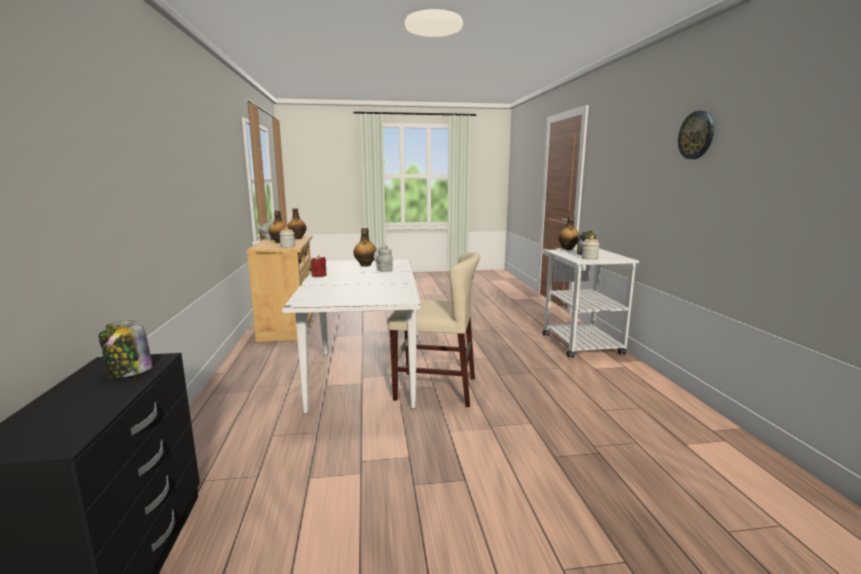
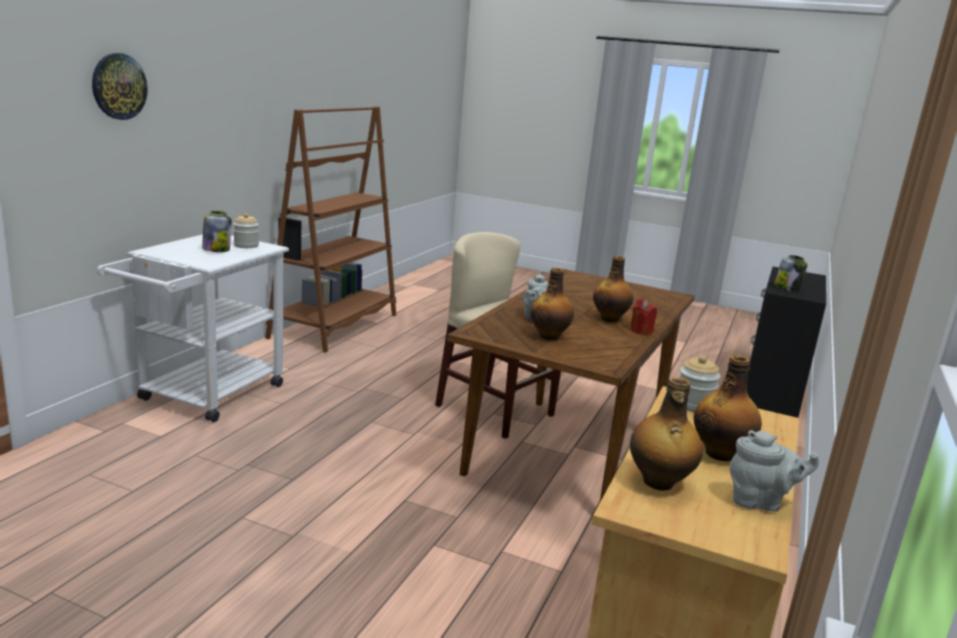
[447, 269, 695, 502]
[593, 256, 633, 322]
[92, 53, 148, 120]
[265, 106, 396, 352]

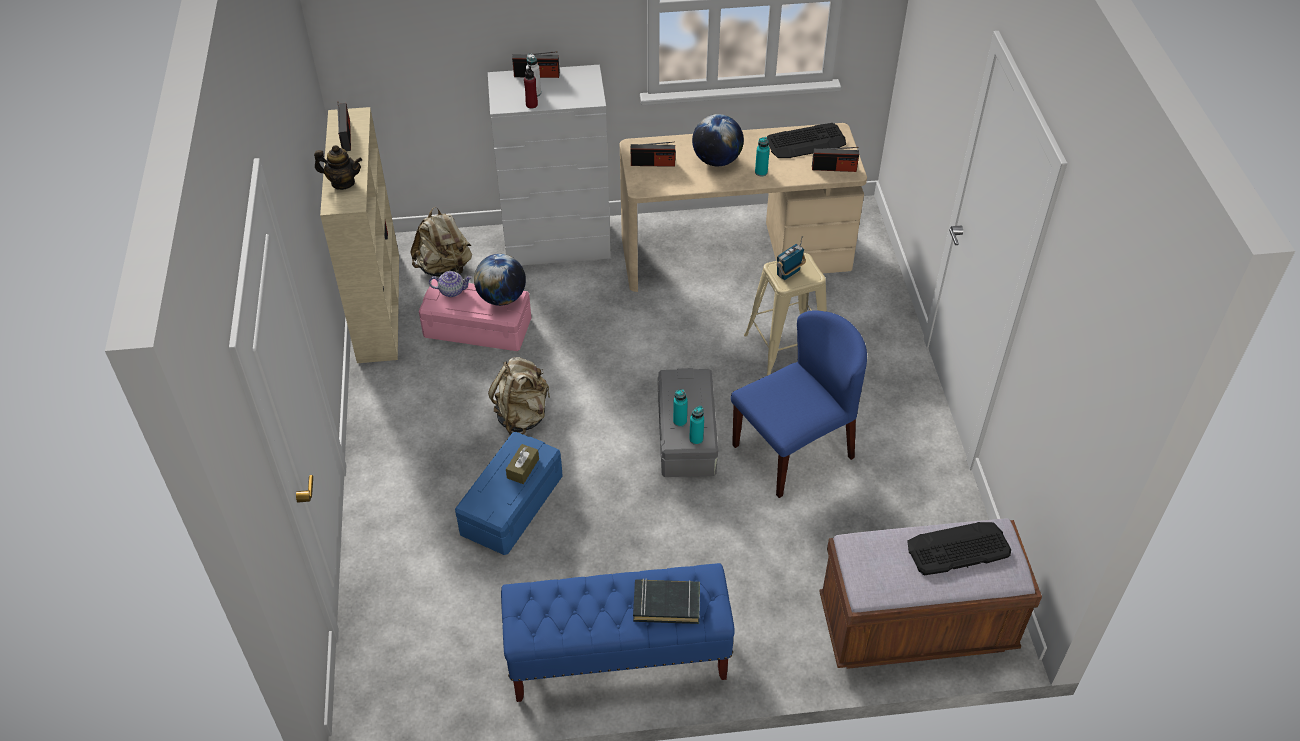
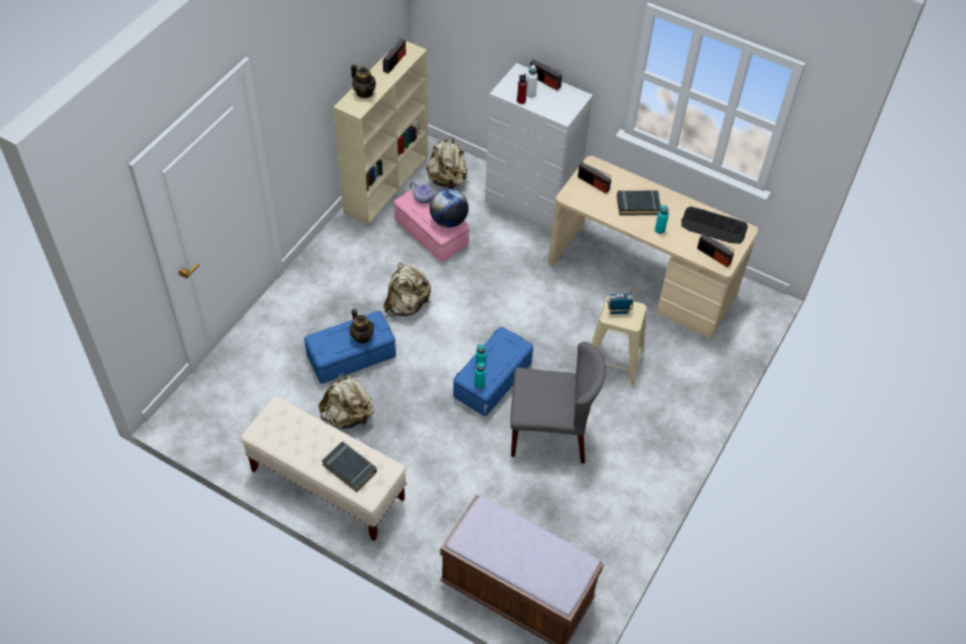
[241, 396, 406, 541]
[349, 309, 374, 343]
[453, 327, 533, 416]
[617, 190, 661, 215]
[510, 342, 606, 463]
[907, 522, 1011, 575] (first image)
[319, 373, 375, 429]

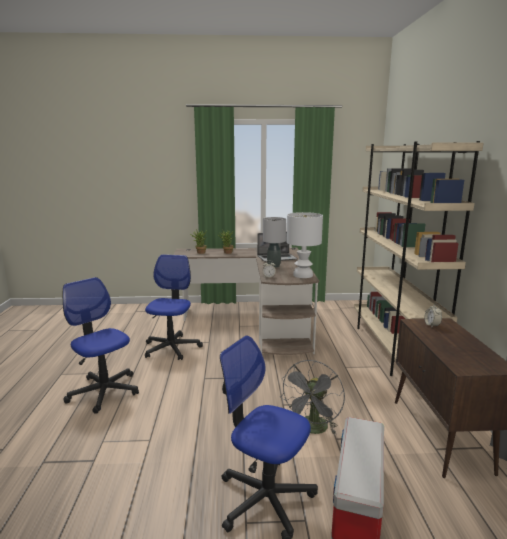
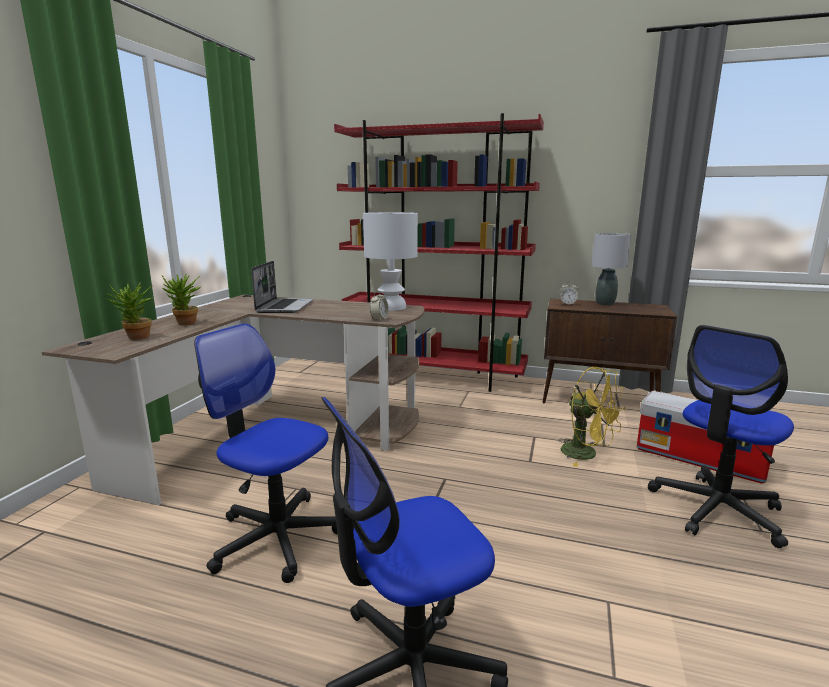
[592, 233, 631, 306]
[558, 367, 625, 467]
[334, 113, 544, 392]

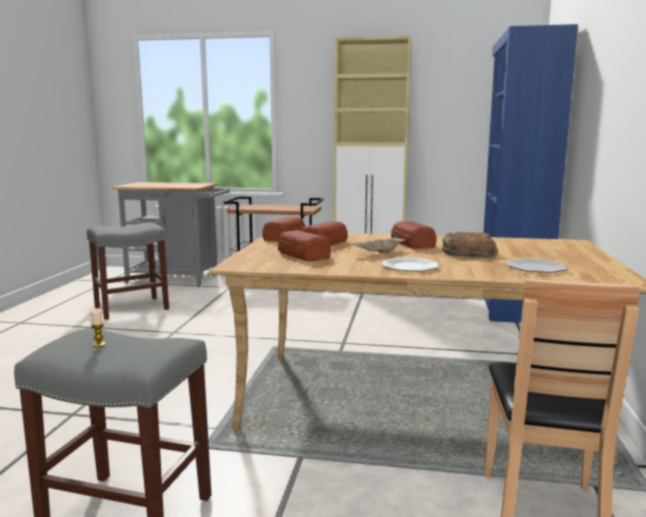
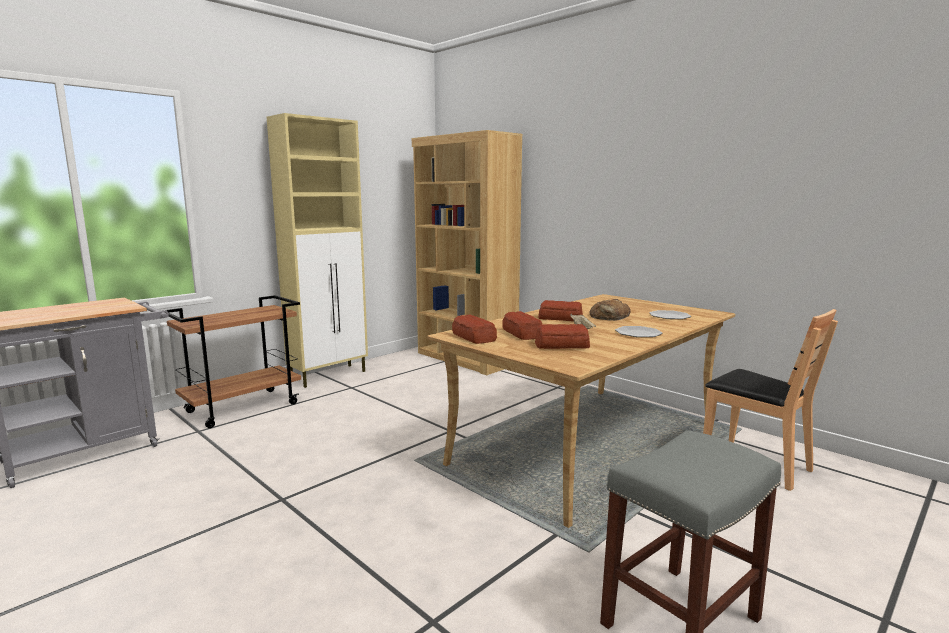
[87, 222, 169, 320] (first image)
[91, 309, 106, 347] (first image)
[412, 130, 522, 375]

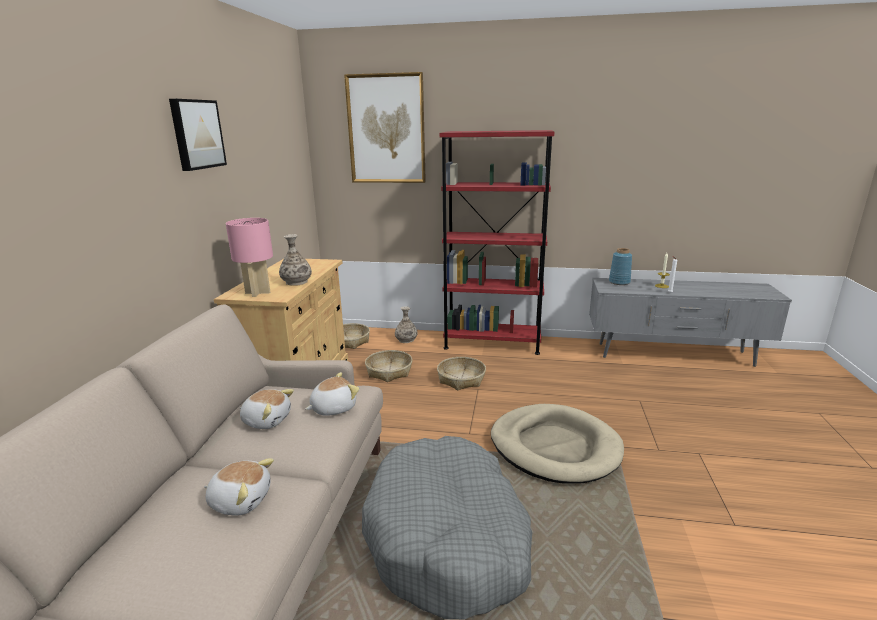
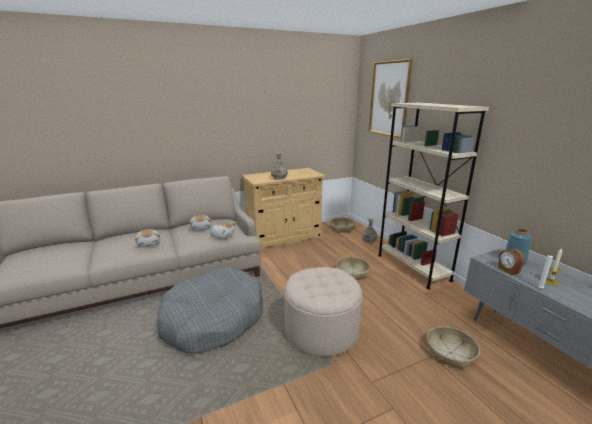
[169, 99, 227, 171] (first image)
[226, 218, 273, 297] (first image)
[427, 326, 480, 370]
[378, 103, 489, 290]
[284, 267, 362, 356]
[498, 248, 525, 275]

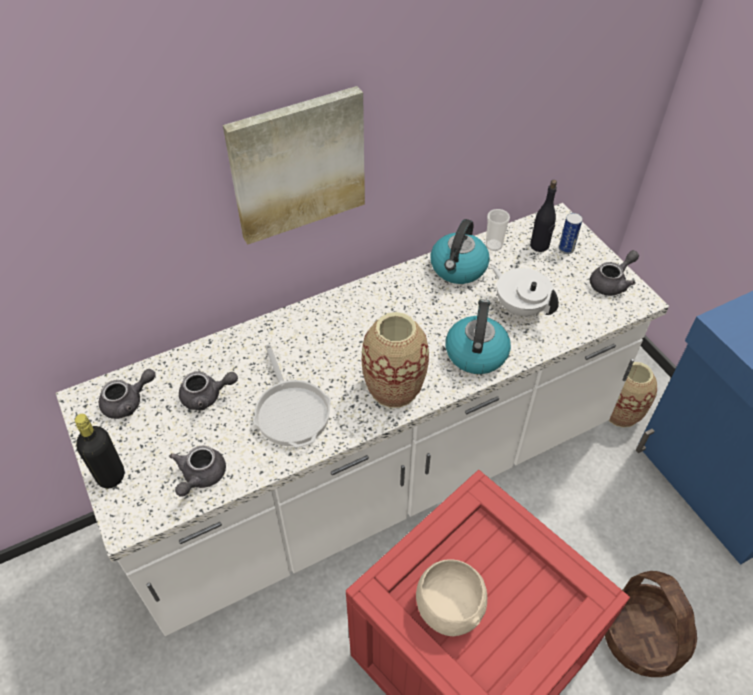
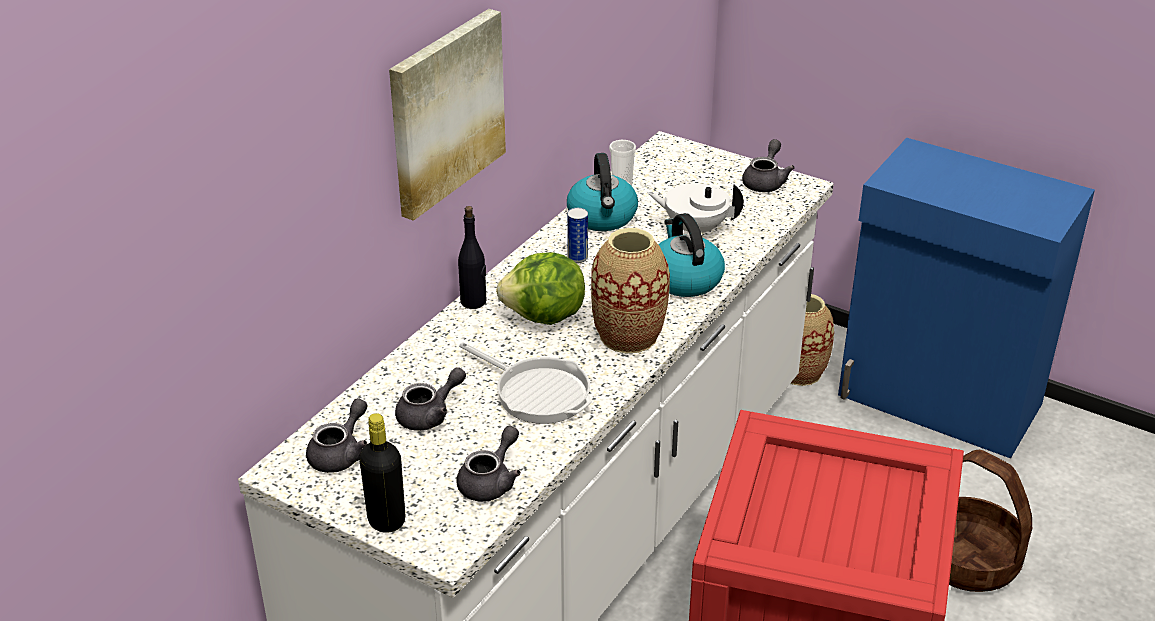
[456, 426, 521, 502]
[416, 559, 487, 636] (first image)
[458, 206, 486, 309]
[567, 208, 588, 263]
[496, 252, 585, 325]

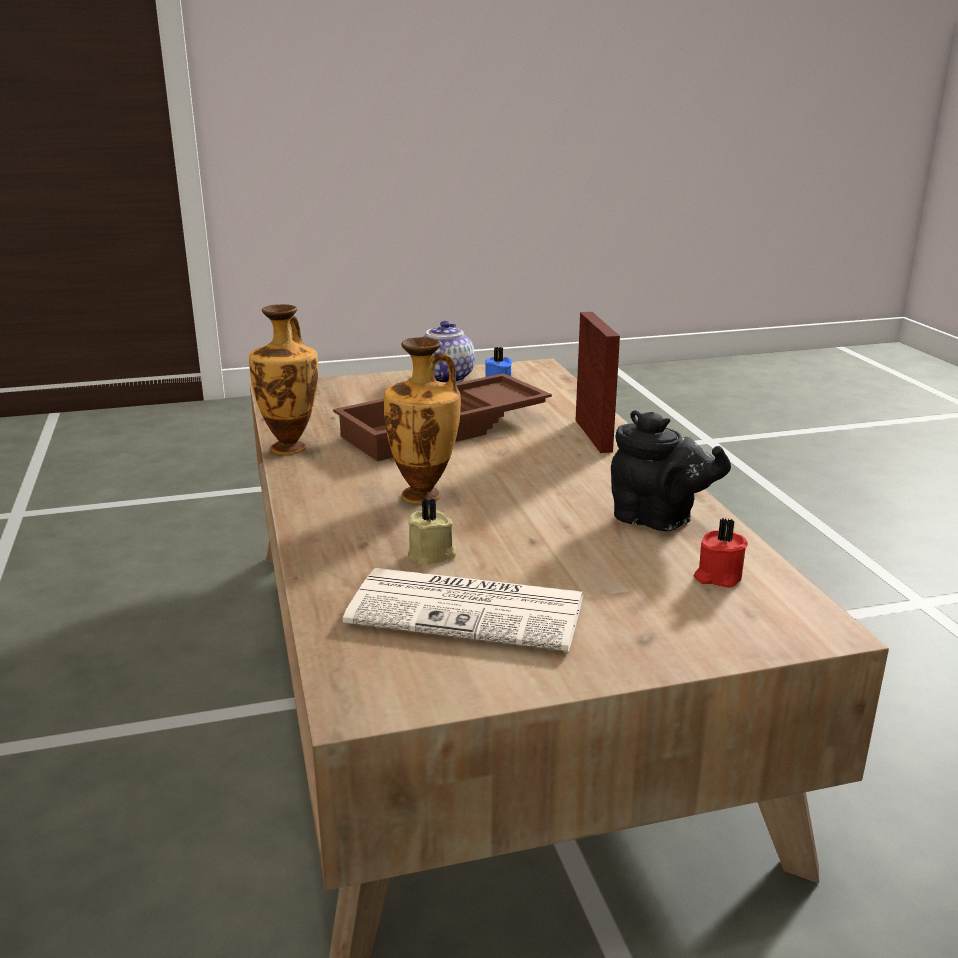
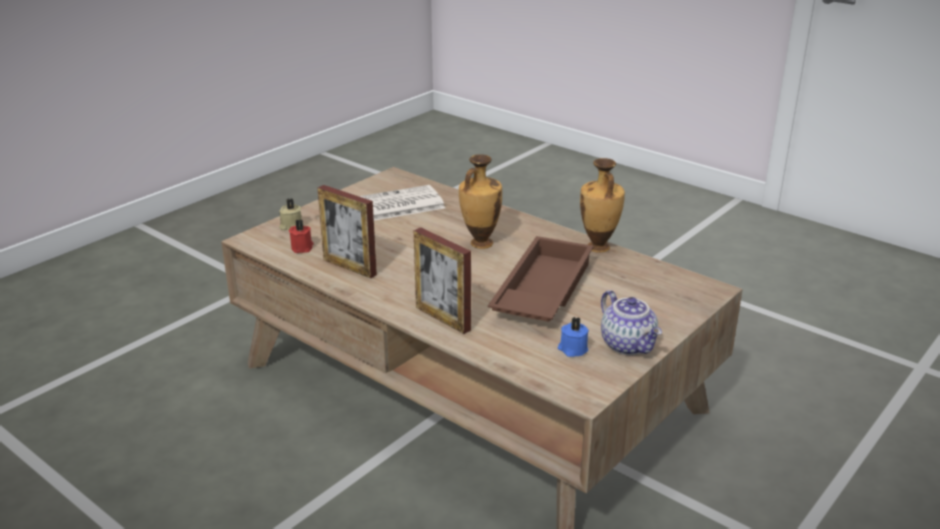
[279, 199, 302, 230]
[318, 185, 377, 278]

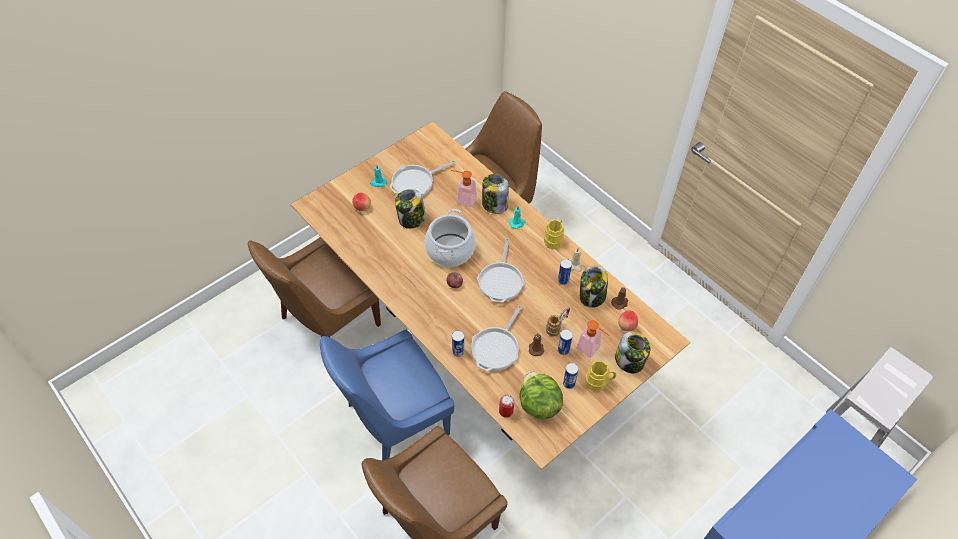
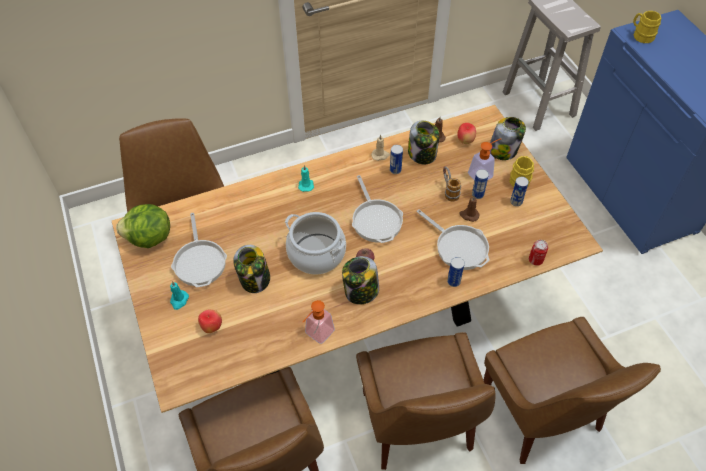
[356, 332, 496, 470]
[303, 300, 335, 344]
[352, 175, 403, 243]
[342, 256, 379, 304]
[116, 204, 170, 248]
[633, 11, 661, 43]

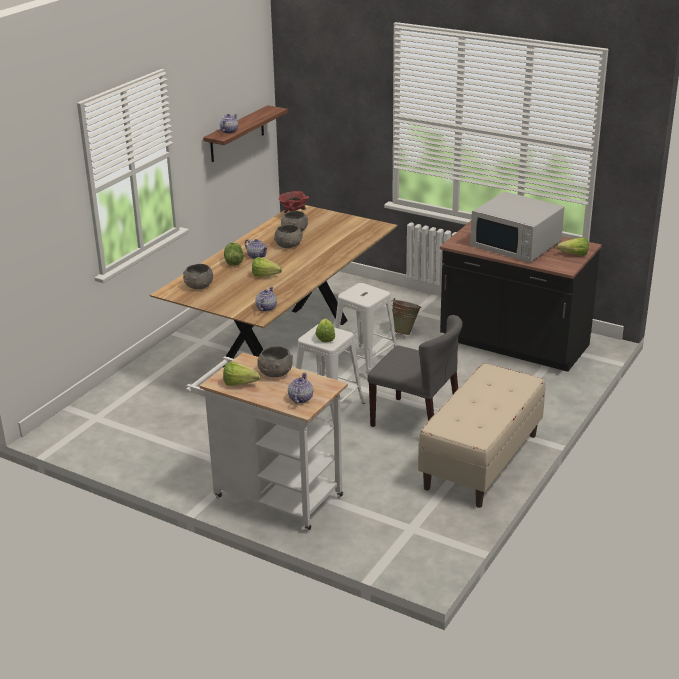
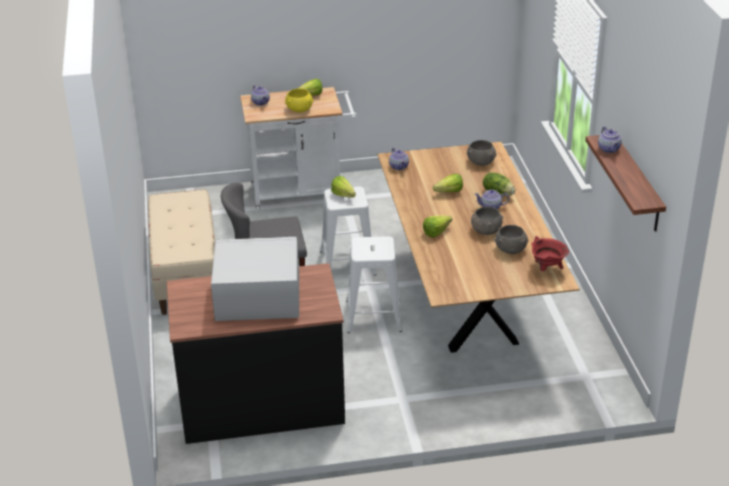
[285, 88, 314, 112]
[390, 298, 421, 335] (first image)
[423, 215, 452, 238]

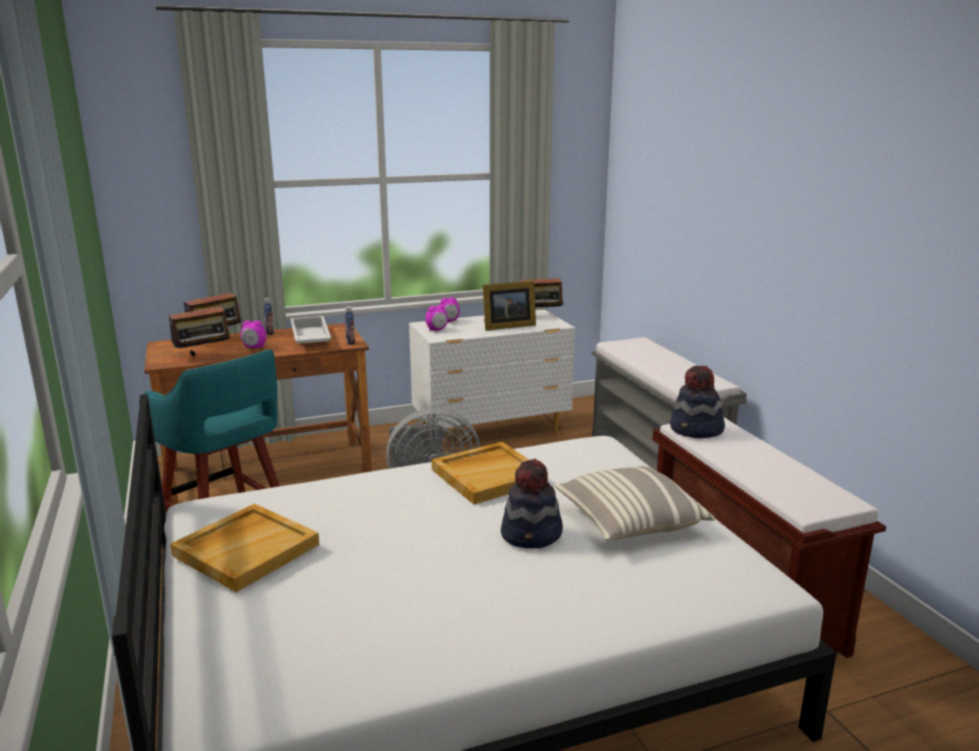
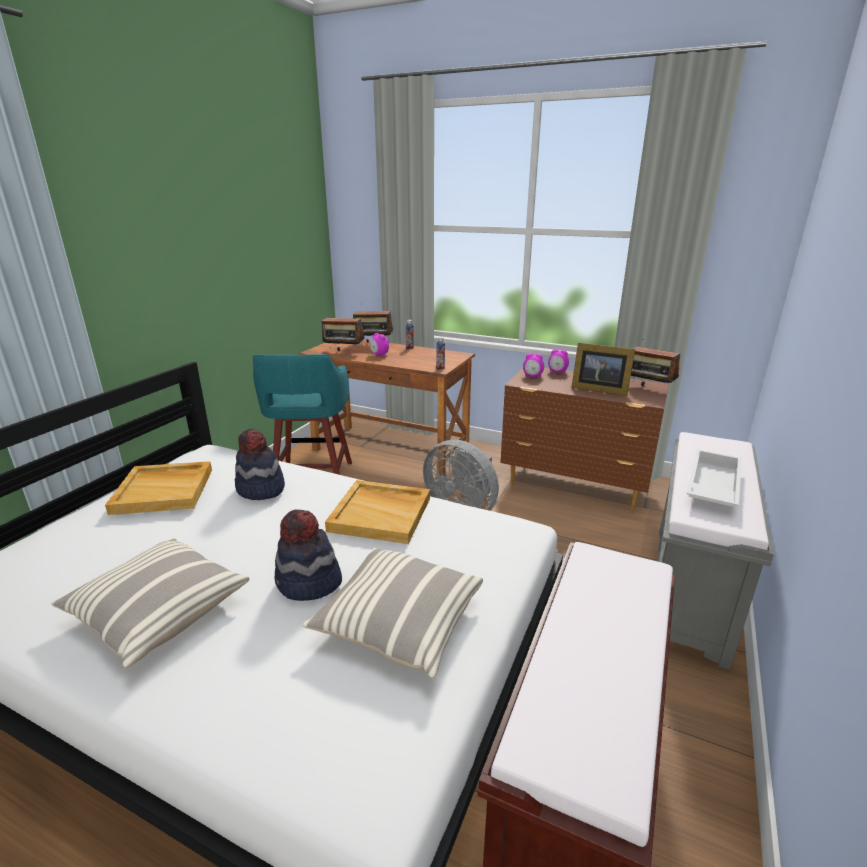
[687, 449, 742, 507]
[500, 368, 669, 512]
[235, 429, 285, 500]
[51, 537, 249, 668]

